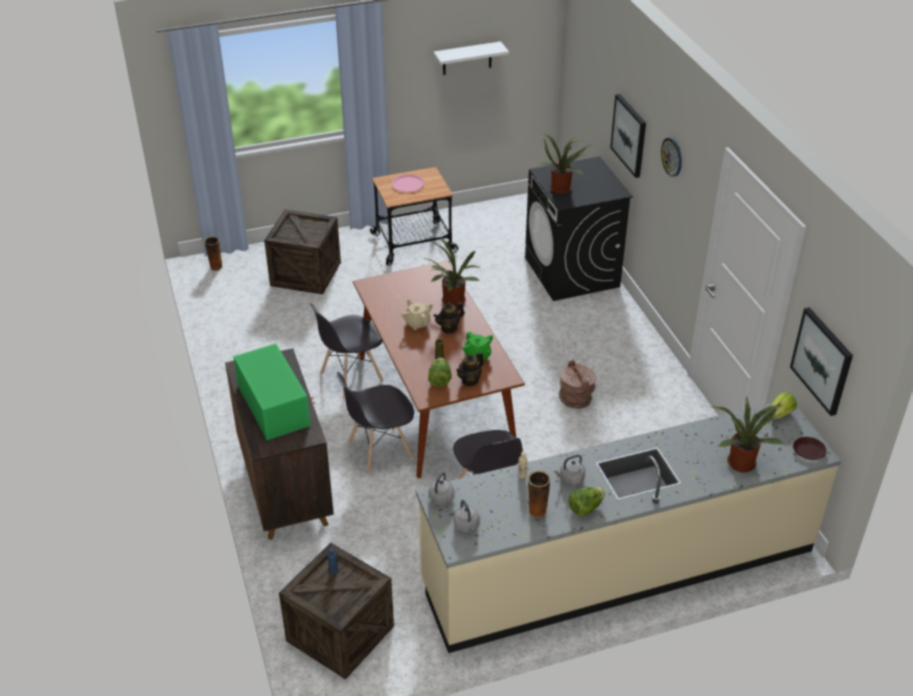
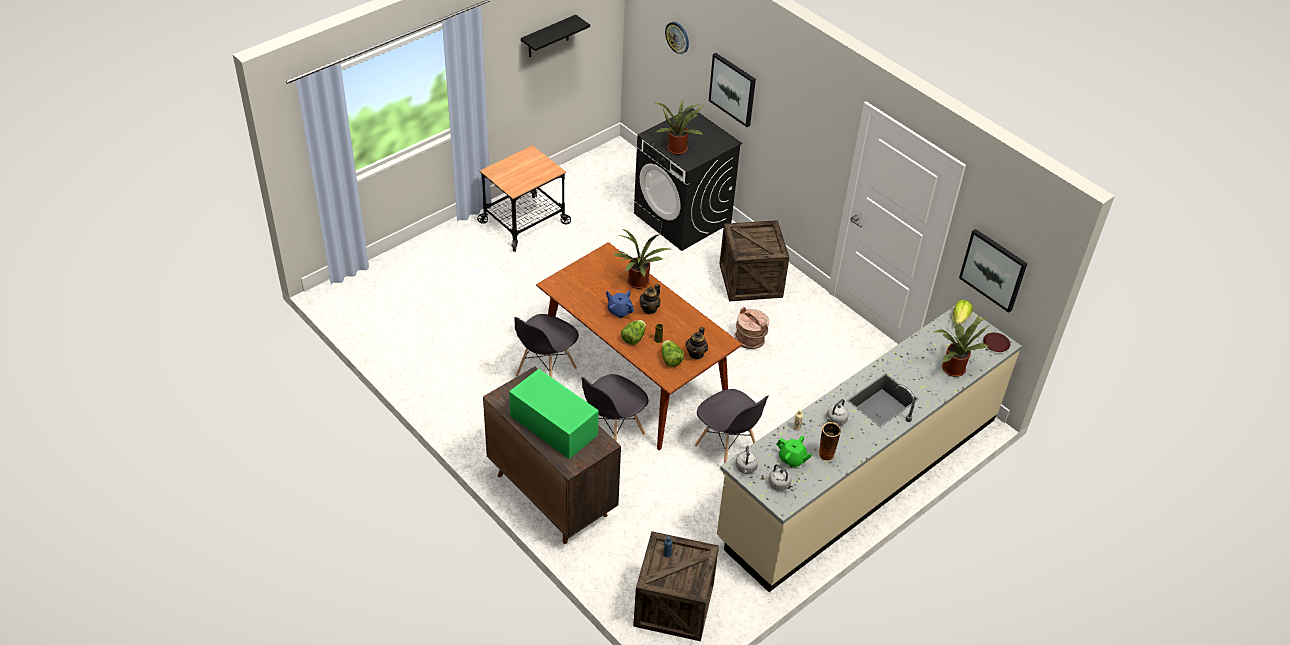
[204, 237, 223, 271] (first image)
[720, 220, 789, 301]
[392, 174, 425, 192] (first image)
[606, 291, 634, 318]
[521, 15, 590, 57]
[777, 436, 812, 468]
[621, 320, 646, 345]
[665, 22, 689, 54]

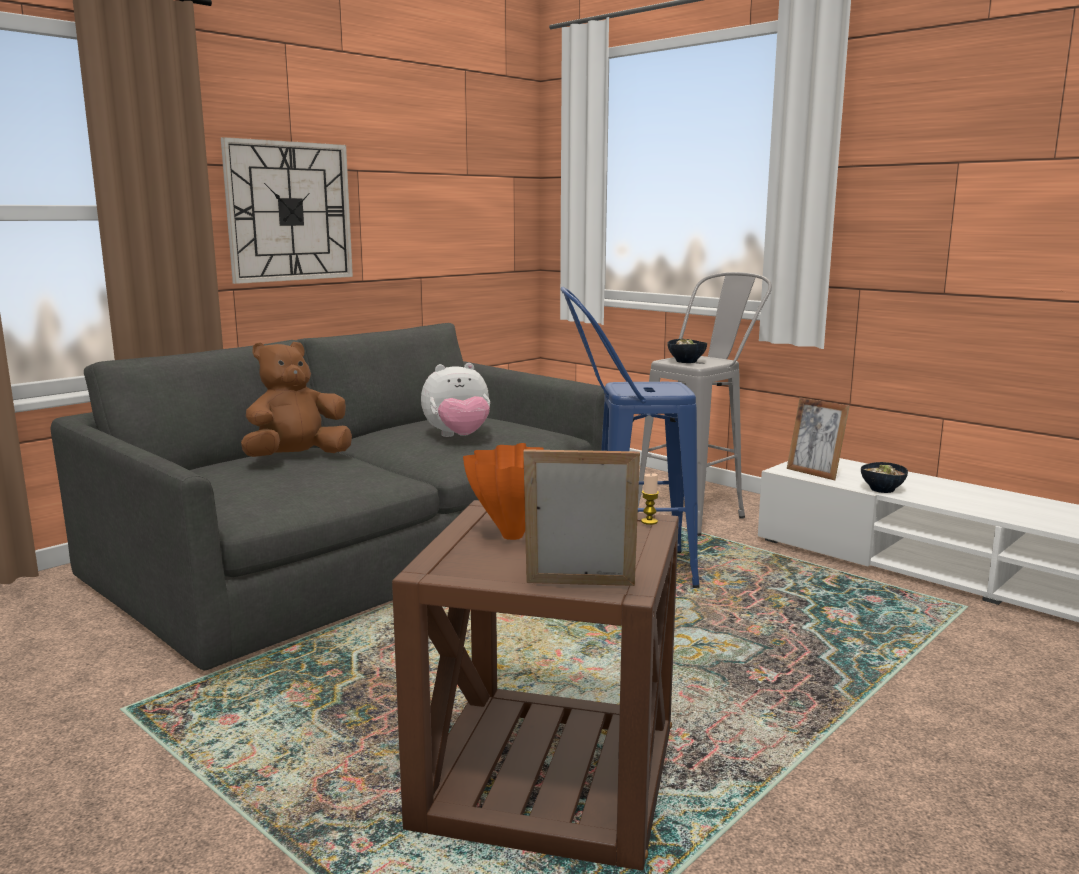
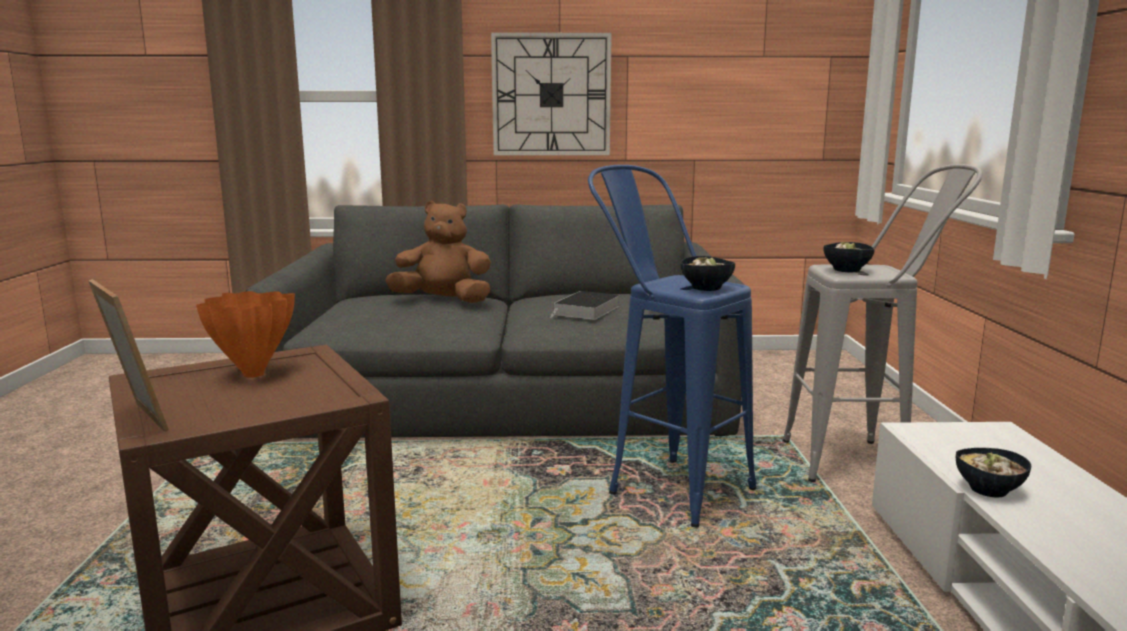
[550, 291, 620, 320]
[641, 473, 659, 525] (first image)
[787, 397, 850, 480] (first image)
[680, 256, 735, 291]

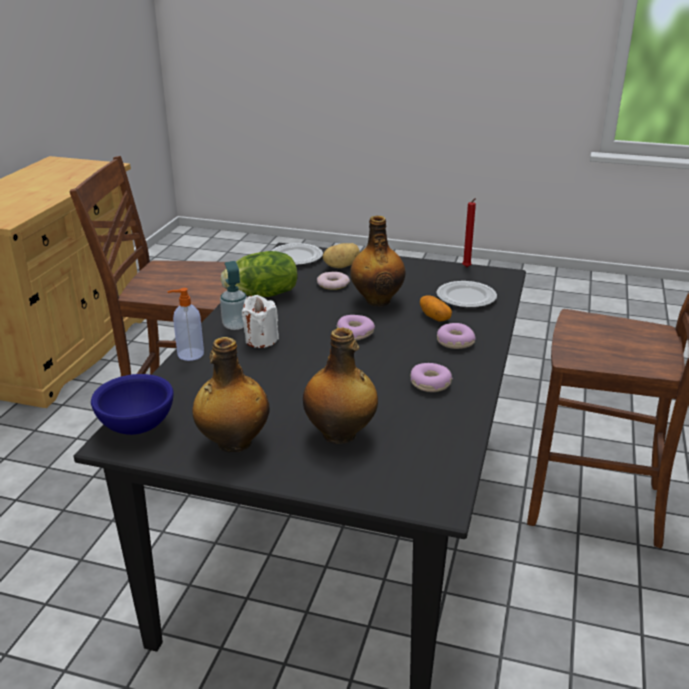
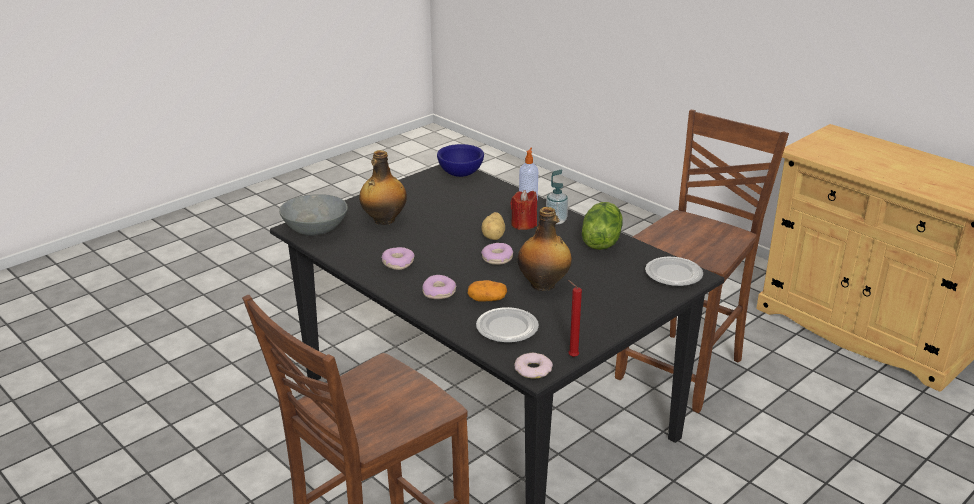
[192, 337, 270, 452] (first image)
[510, 190, 537, 230]
[514, 353, 553, 379]
[482, 212, 505, 240]
[279, 194, 348, 236]

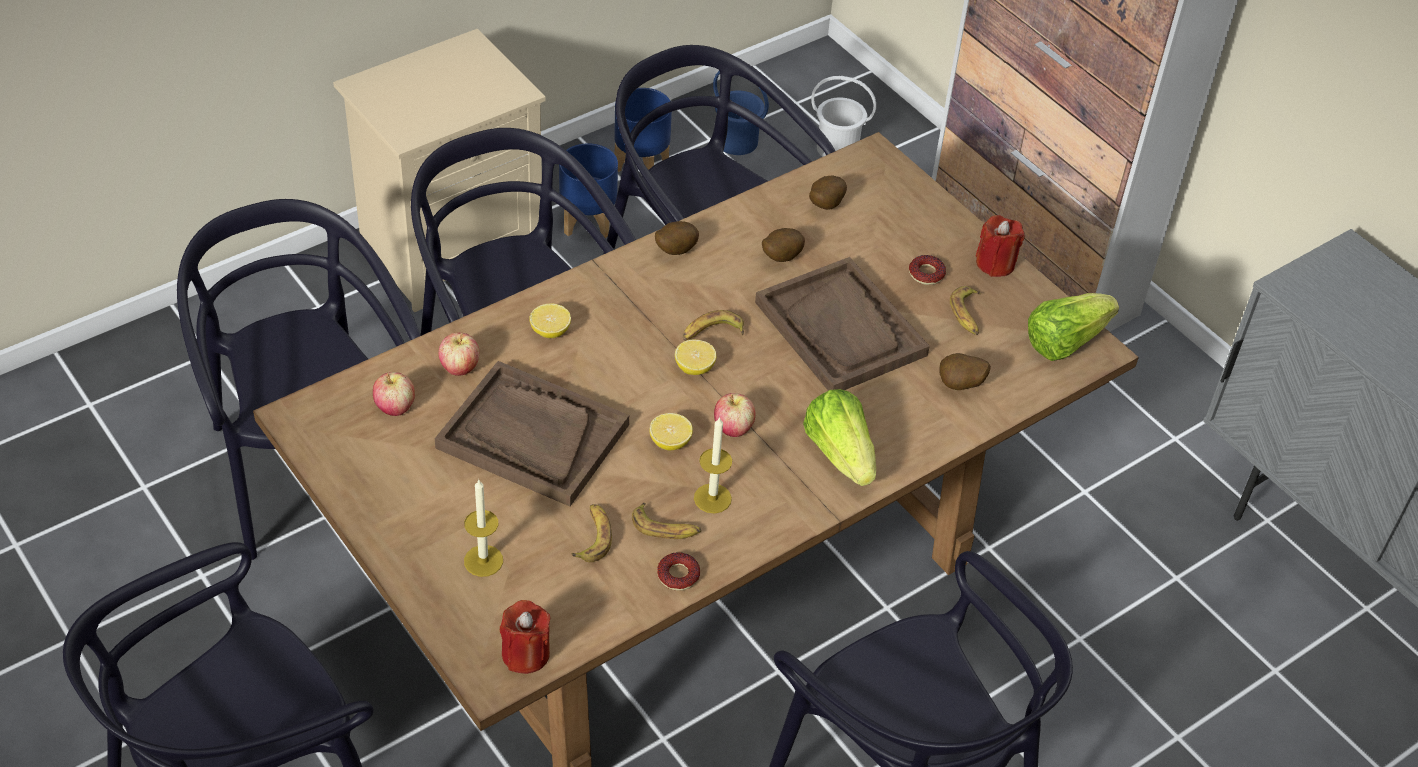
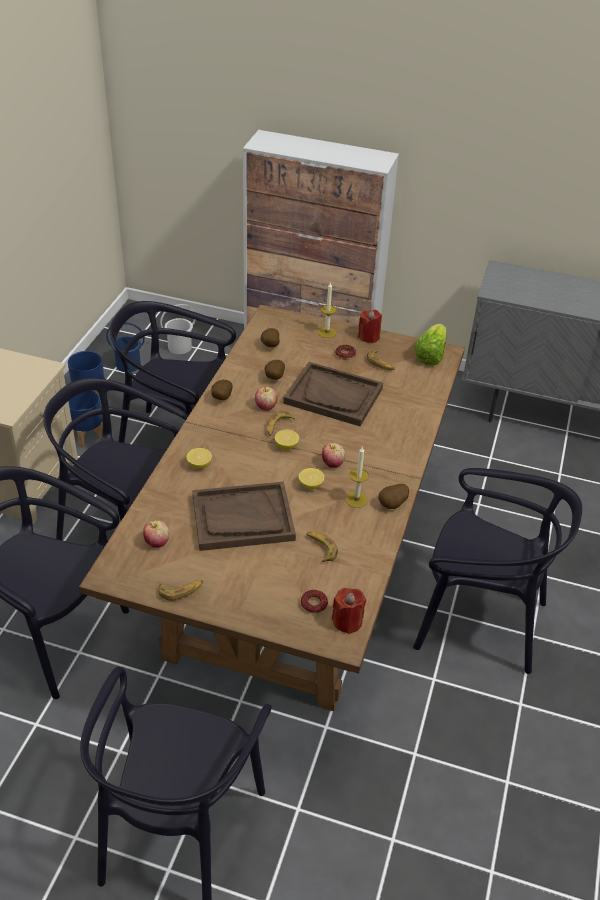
[255, 386, 278, 411]
[318, 283, 336, 338]
[158, 580, 203, 601]
[301, 590, 328, 614]
[803, 389, 876, 486] (first image)
[379, 484, 409, 509]

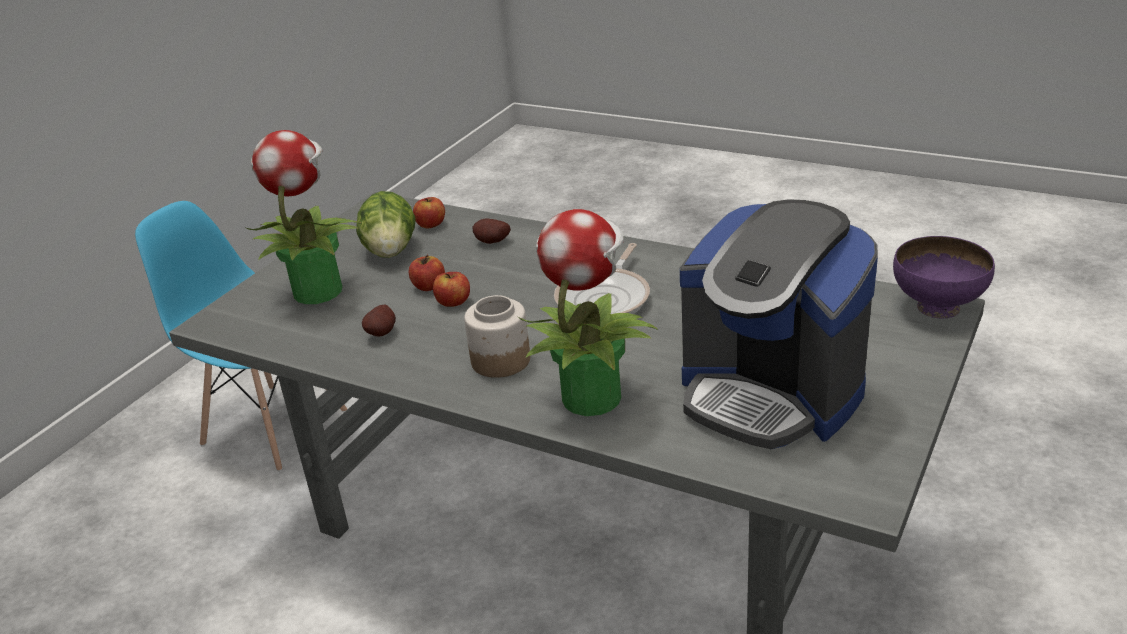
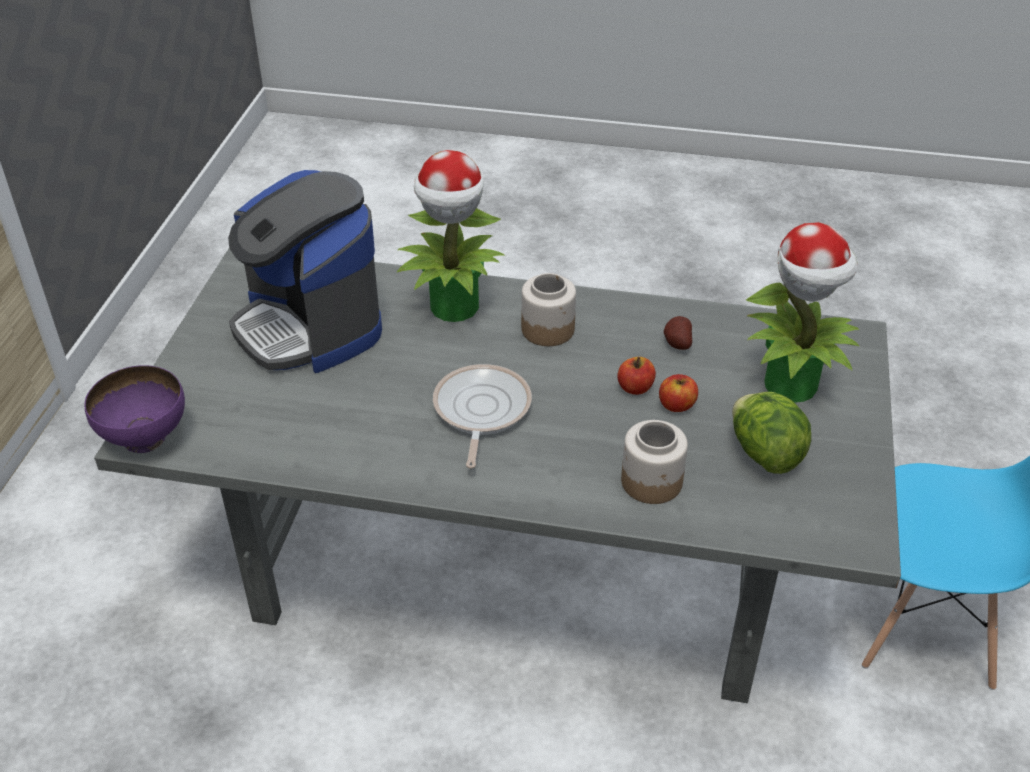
[413, 197, 445, 228] (first image)
[621, 420, 688, 504]
[228, 170, 382, 373]

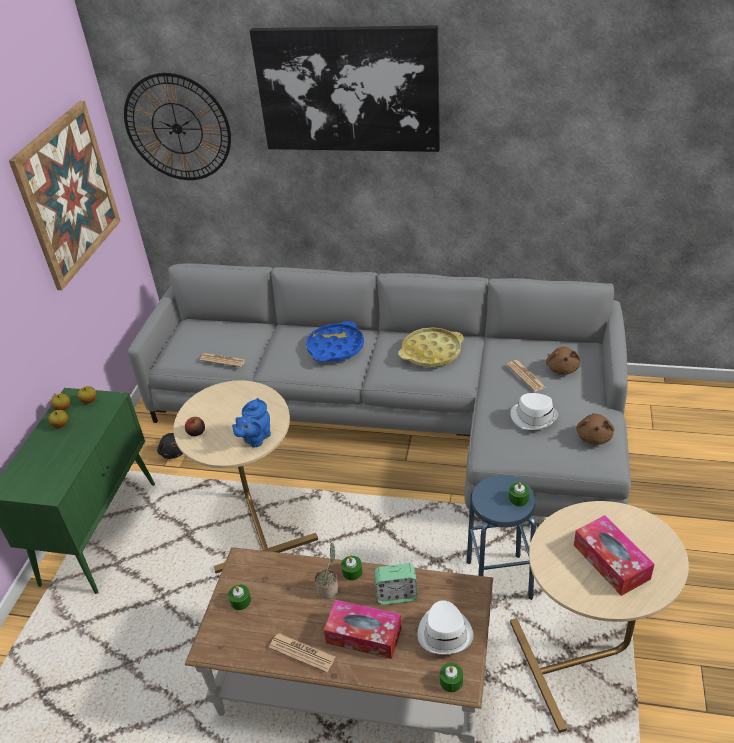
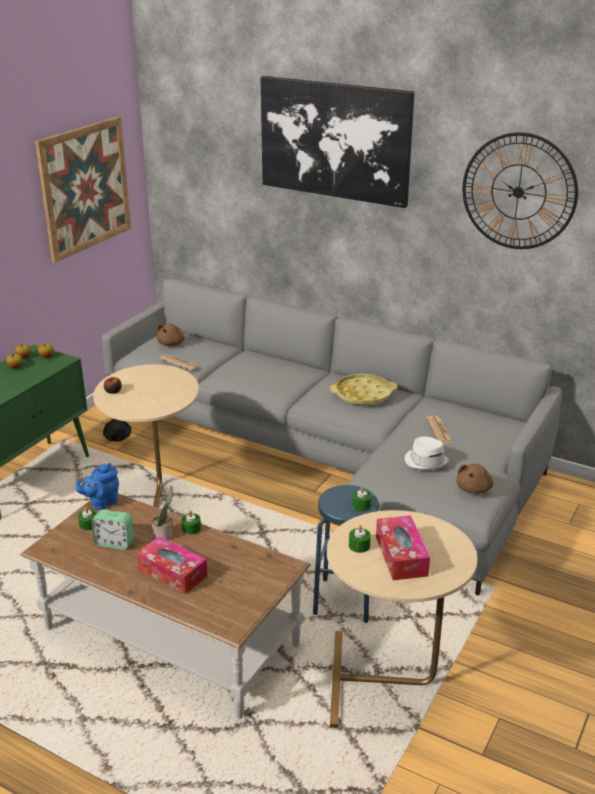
[462, 132, 578, 249]
[76, 463, 119, 510]
[269, 633, 336, 673] (first image)
[306, 321, 364, 362] (first image)
[91, 509, 134, 550]
[418, 600, 473, 655] (first image)
[349, 525, 371, 553]
[157, 324, 185, 346]

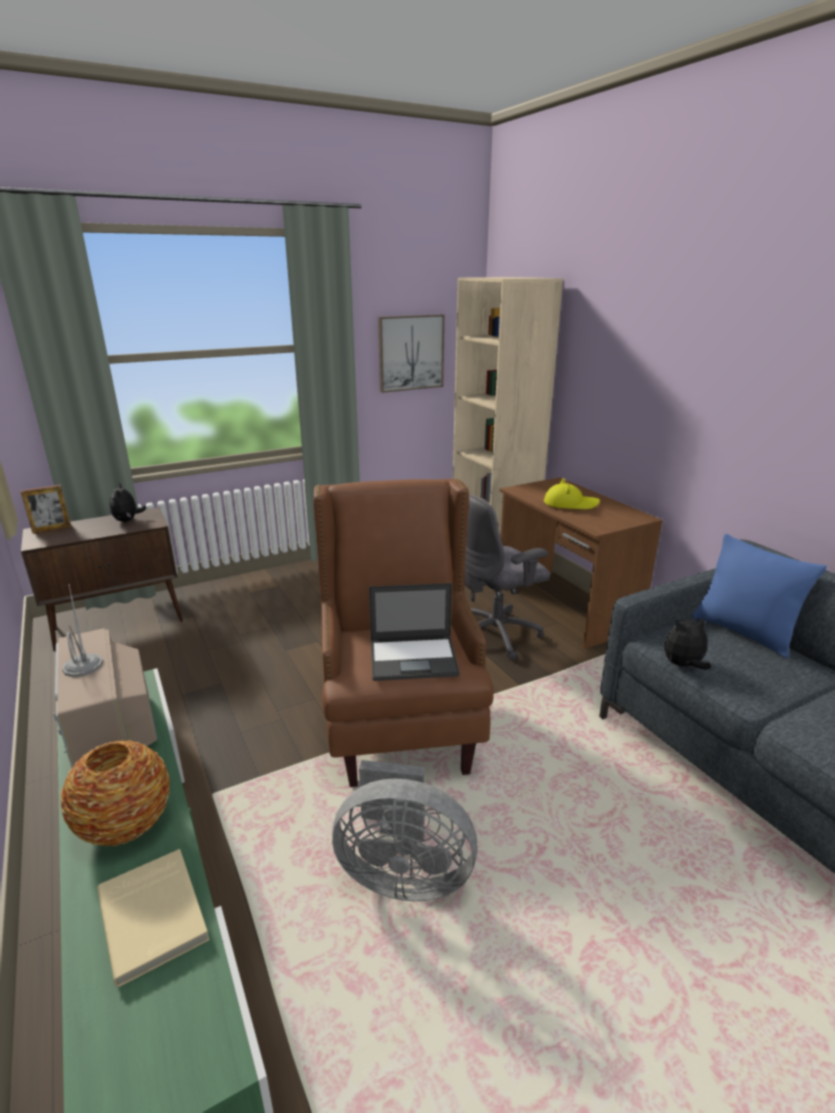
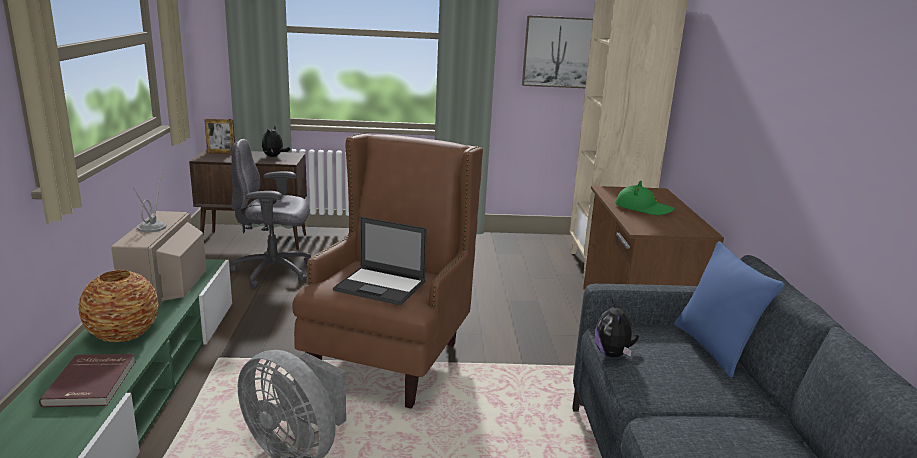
[39, 354, 136, 407]
[230, 139, 311, 289]
[615, 181, 675, 215]
[595, 299, 639, 358]

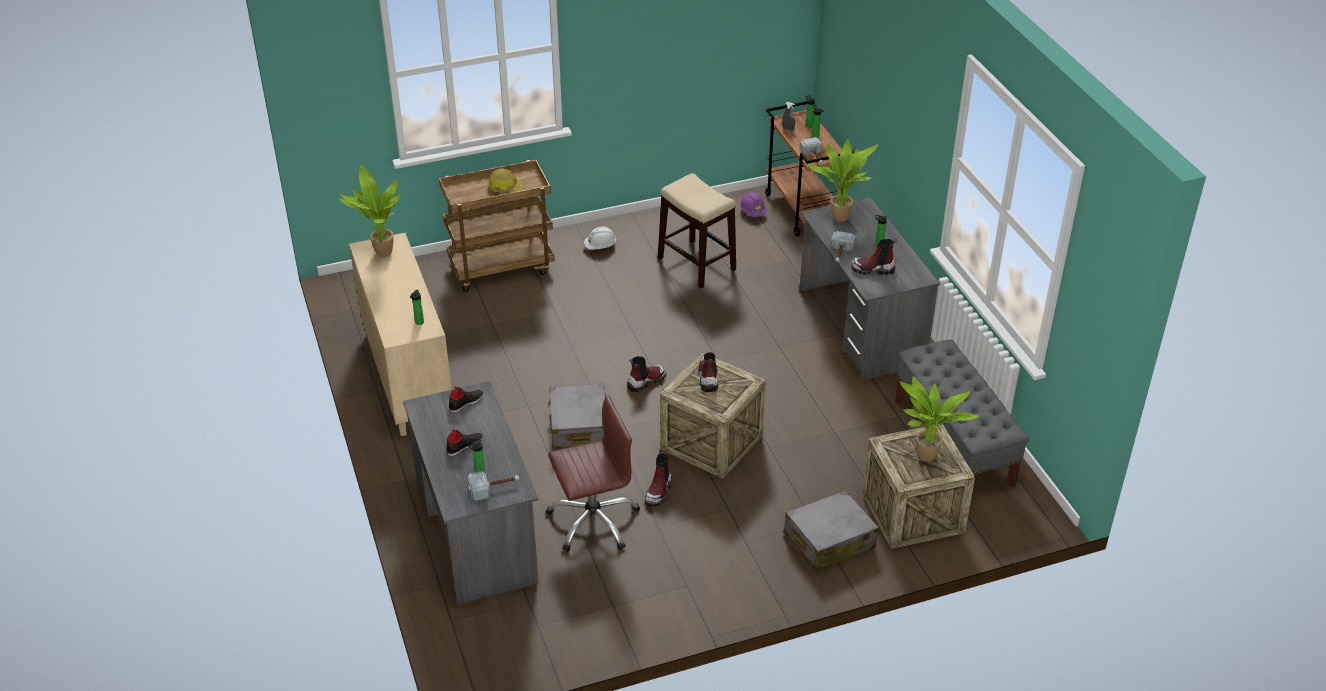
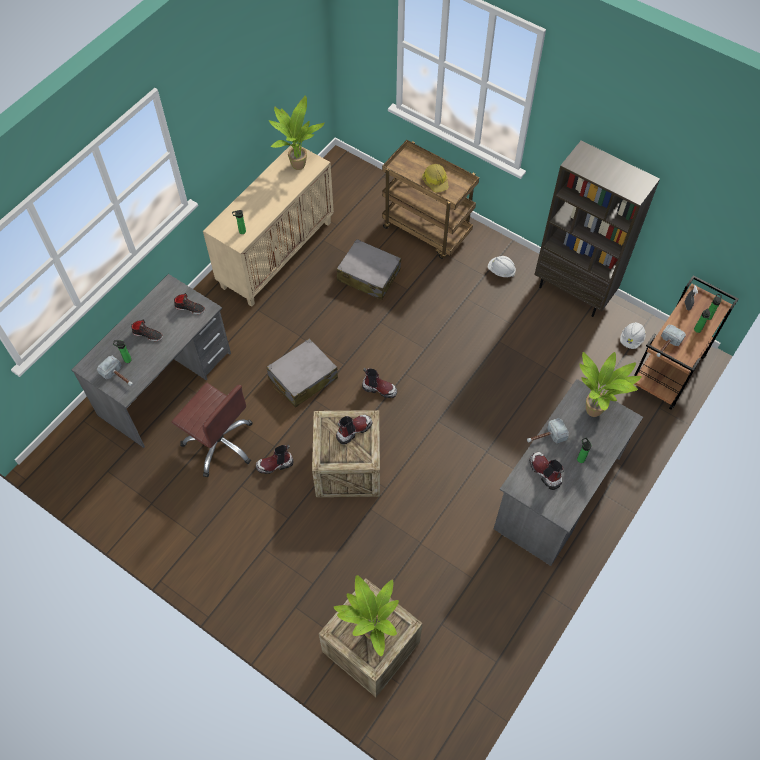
[658, 173, 736, 289] (first image)
[620, 322, 646, 349]
[337, 239, 401, 300]
[895, 340, 1029, 487] (first image)
[534, 140, 660, 317]

